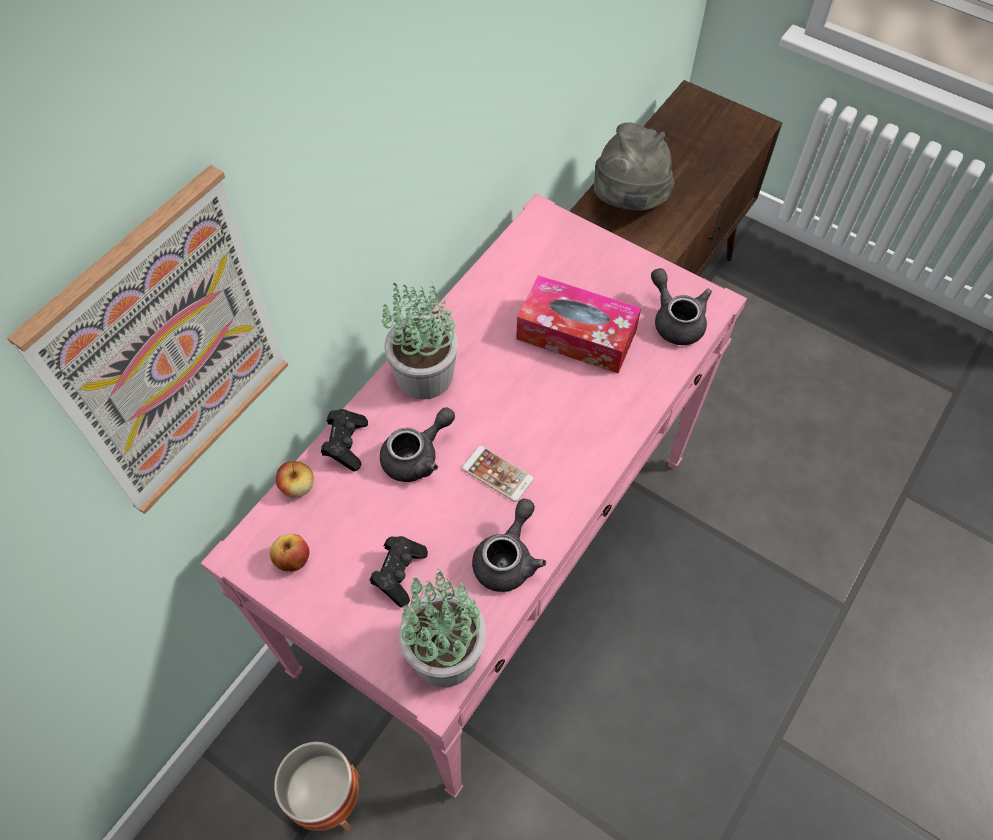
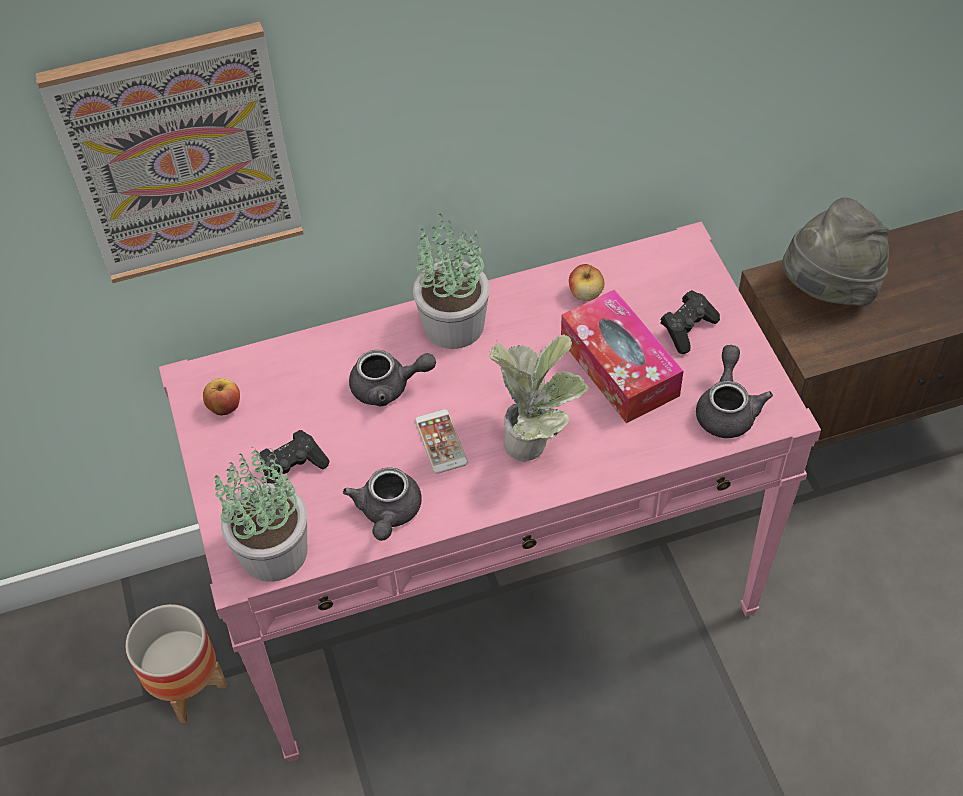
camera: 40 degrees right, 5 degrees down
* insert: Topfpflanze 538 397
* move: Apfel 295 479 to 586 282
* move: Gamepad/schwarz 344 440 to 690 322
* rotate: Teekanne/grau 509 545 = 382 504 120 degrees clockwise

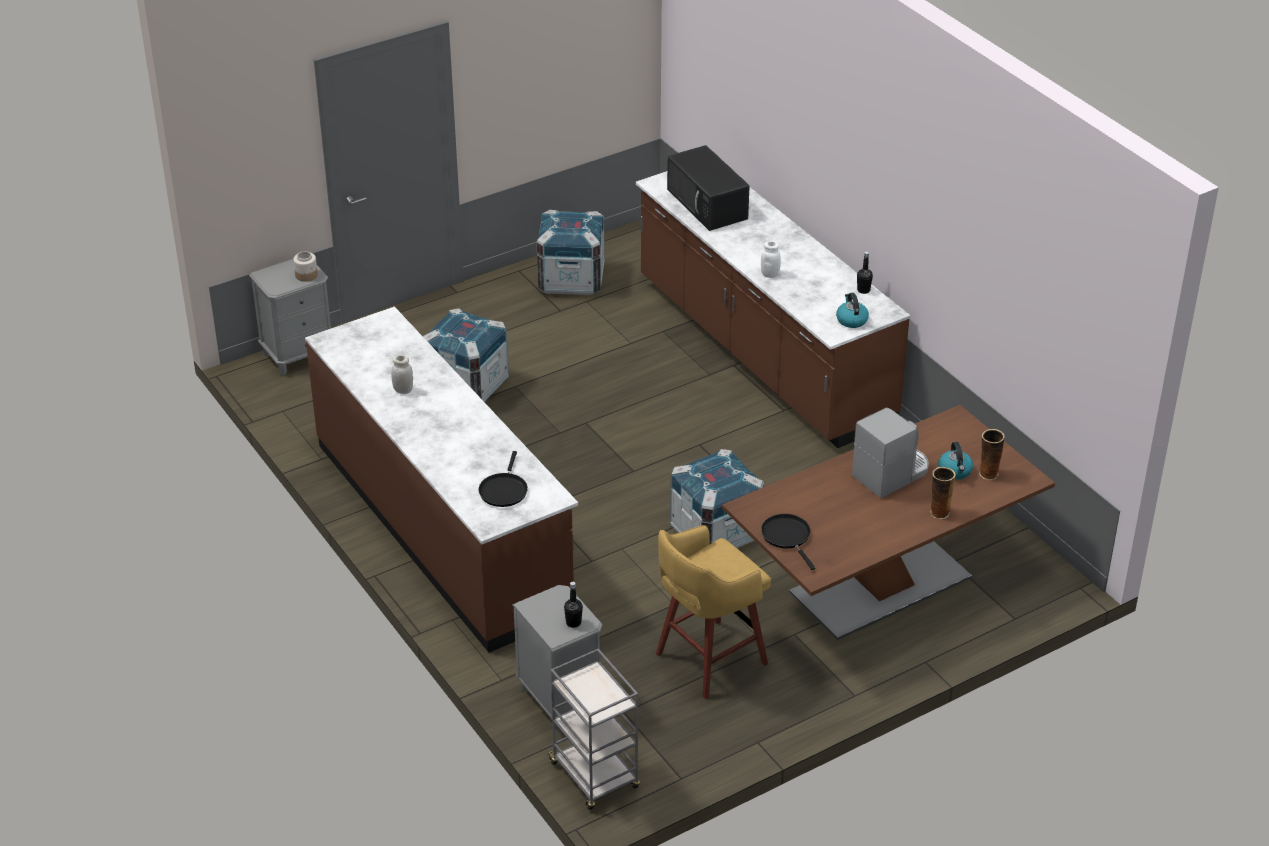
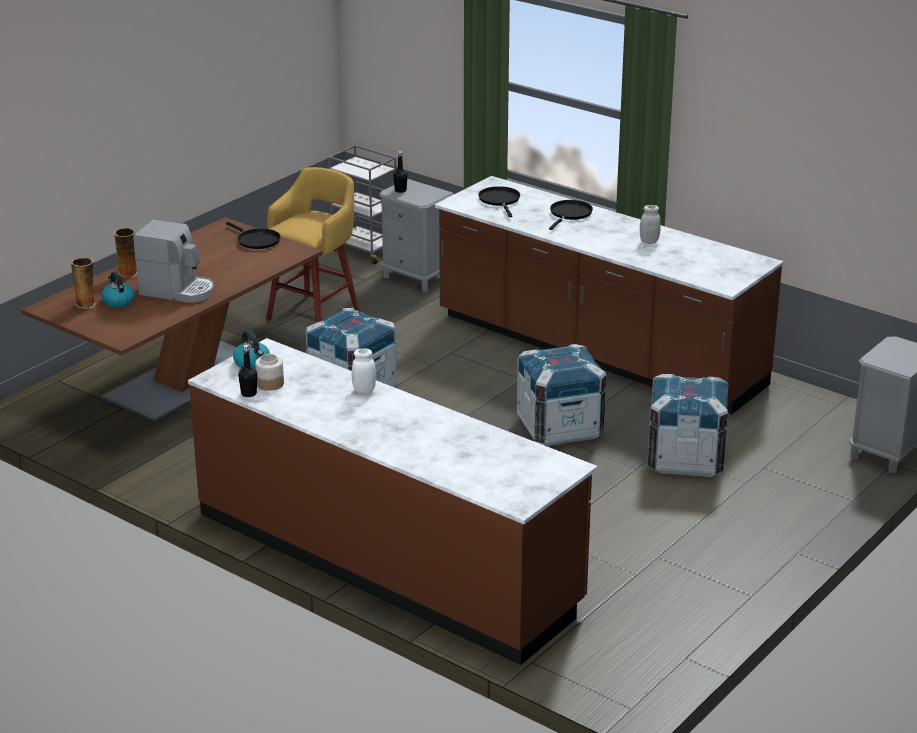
camera: 160 degrees right, 10 degrees down
* delete: Mikrowelle/schwarz 708 188
* insert: Pfanne/schwarz 571 215
* move: Vorratsglas 305 266 to 269 372
* move: Kiste 571 253 to 561 395
* rotate: Kaffeemaschine 890 453 = 173 261 105 degrees counterclockwise

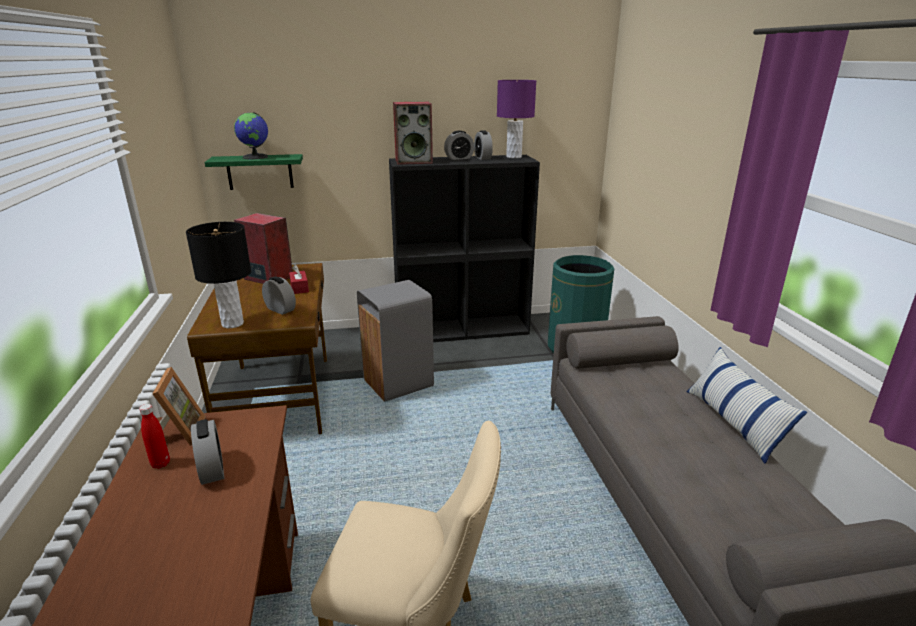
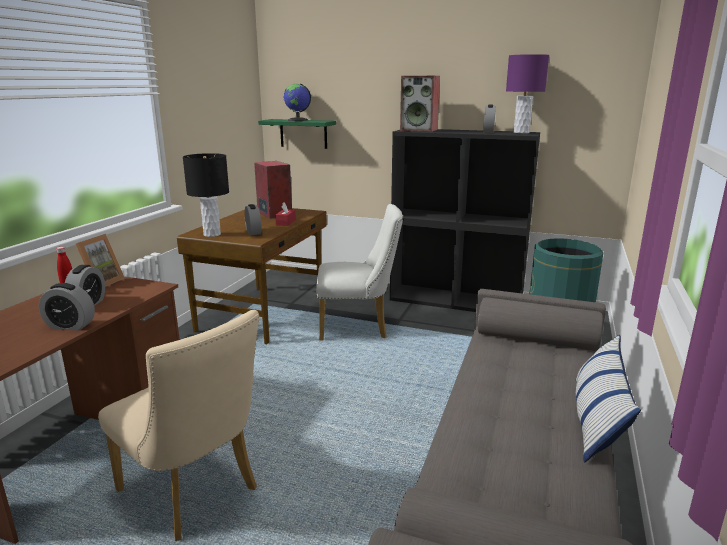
camera: 30 degrees right, 5 degrees down
* move: Wecker 459 145 to 67 306
* replace: Mülleimer/grau 395 341 to Stuhl/weiß 359 272

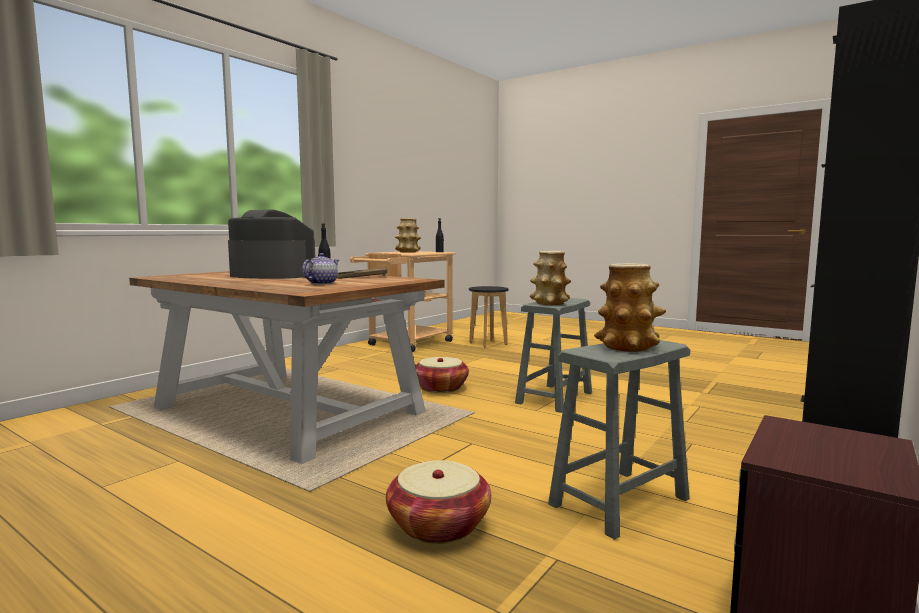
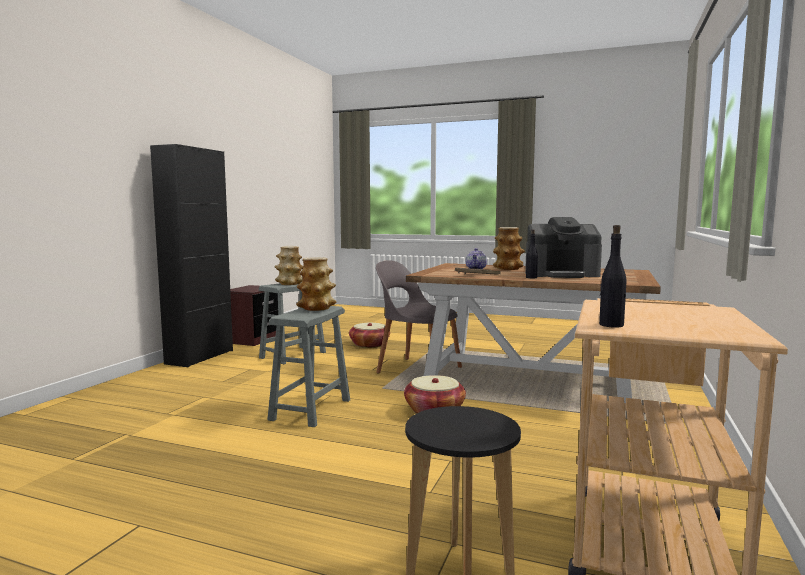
camera: 165 degrees right, 0 degrees up
* insert: Stuhl/grau 419 317
* move: Vase 408 235 to 509 248

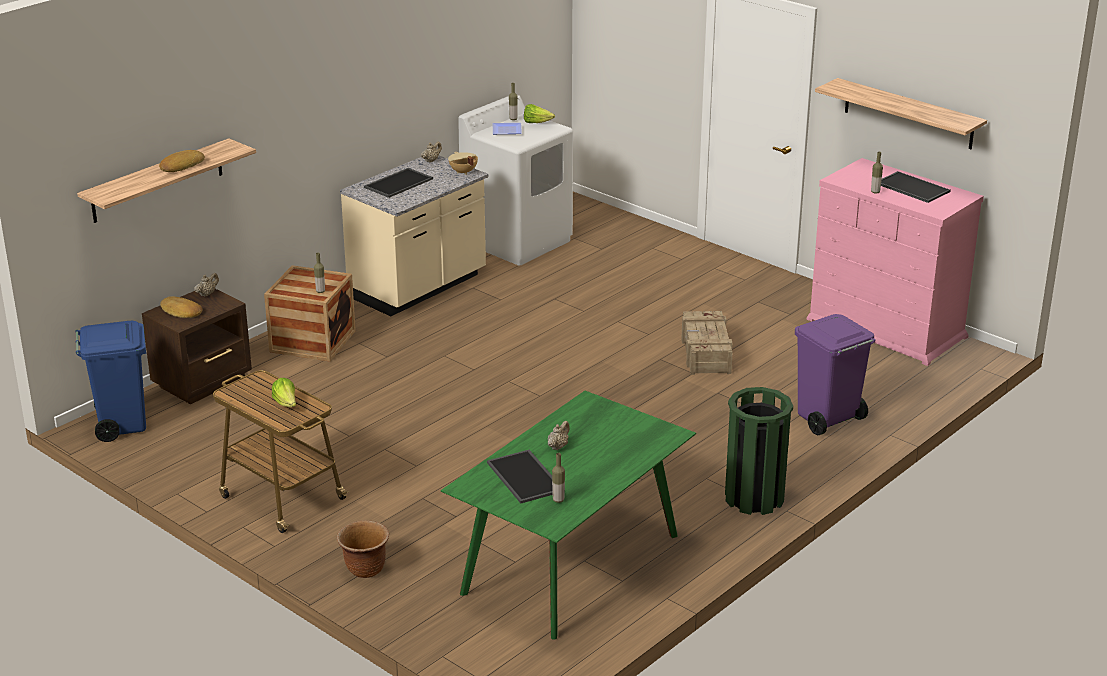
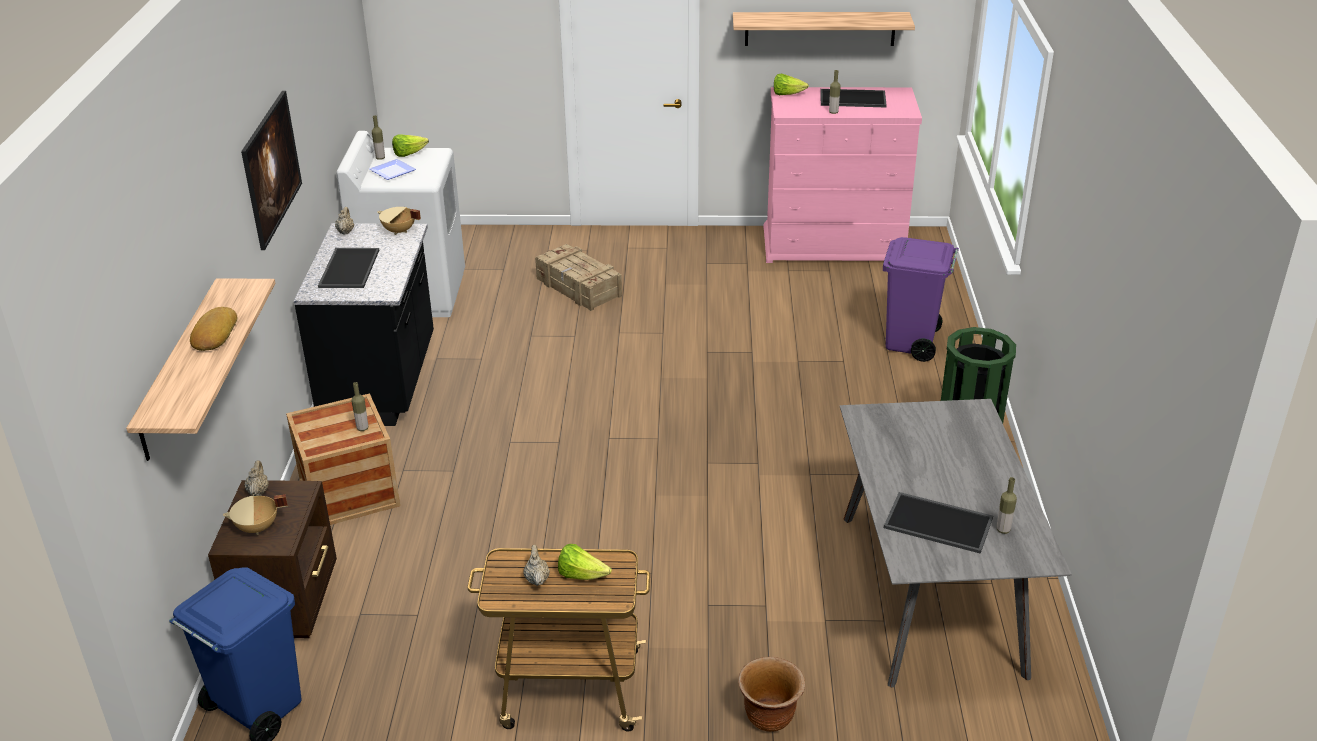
camera: 40 degrees left, 5 degrees up
* insert: Bild 271 170
* insert: Salatkopf 791 84
* move: Teekanne/beige 559 435 to 536 565
* move: Kiste 707 343 to 578 277
* replace: Brot 181 307 to Kochtopf/beige 255 514
* recolor: Küchenzeile/beige 414 235 to Küchenzeile/schwarz 364 324
* recolor: Esstisch/grün 568 515 to Esstisch/grau 956 543

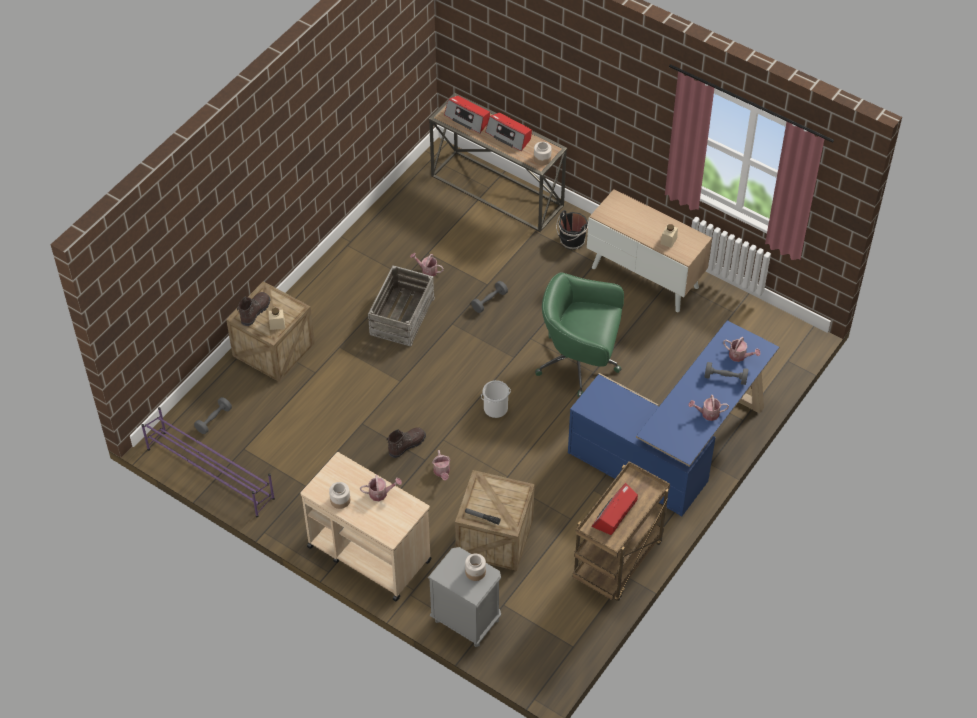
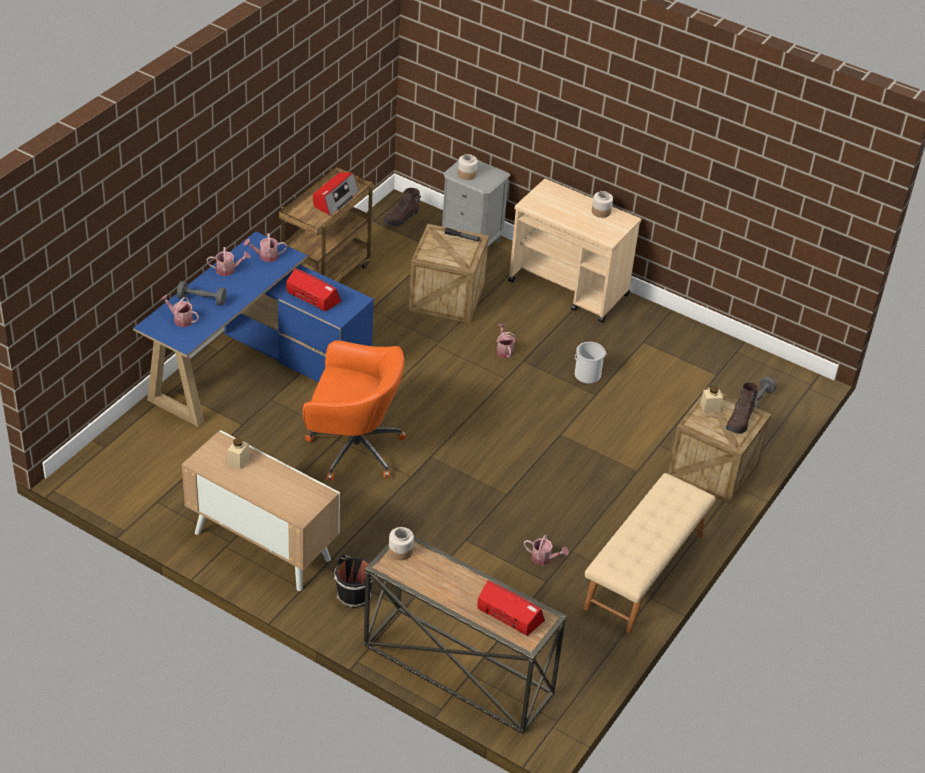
camera: 175 degrees right, 10 degrees down
* delete: Schuhregal/lila 208 462
* delete: Kiste 401 306
* delete: Hantel/grau 489 297
* insert: Bank/beige 650 553
* move: Gießkanne 381 488 to 265 247
* move: Stiefel/braun 406 442 to 402 207
* move: Eimer 496 399 to 590 363
* move: Radio 508 132 to 314 290
* recolor: Bürostuhl/grün 579 334 to Bürostuhl/orange 354 410

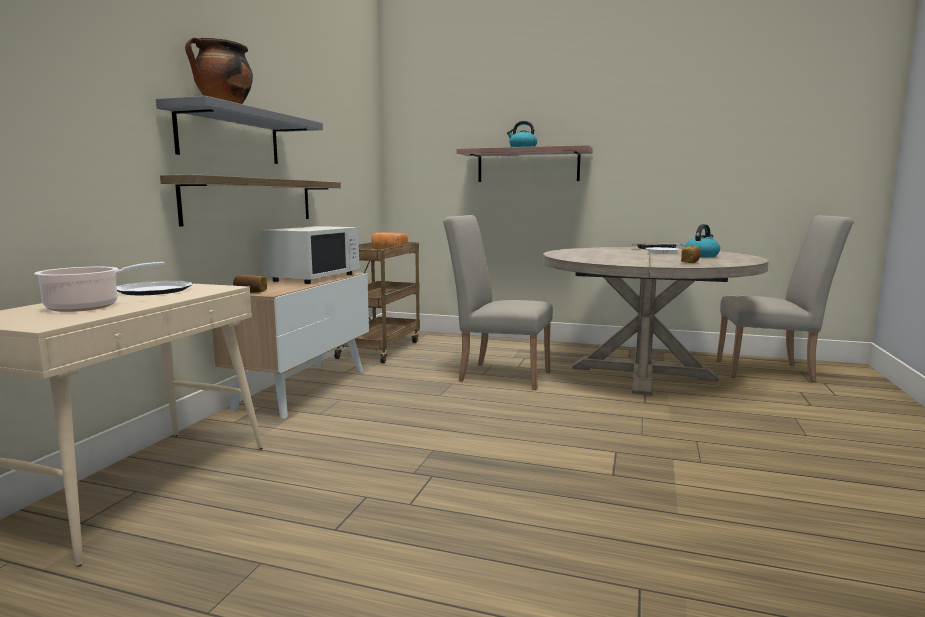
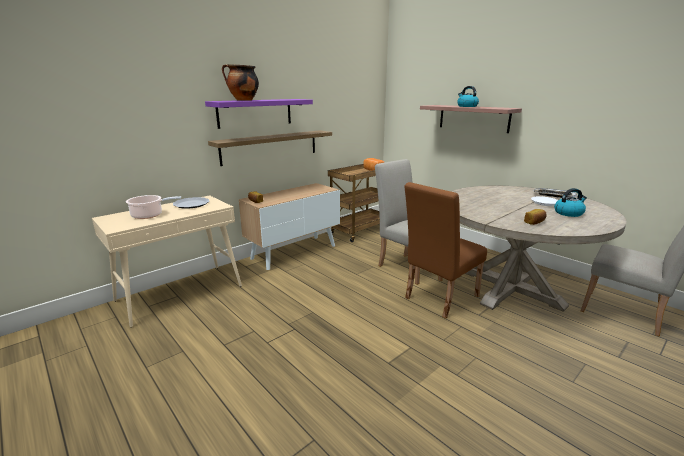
camera: 30 degrees right, 10 degrees up
* delete: Mikrowelle/weiß 310 255
* insert: Stuhl/braun 445 250
* recolor: Wandregal/grau 239 130 to Wandregal/lila 259 114

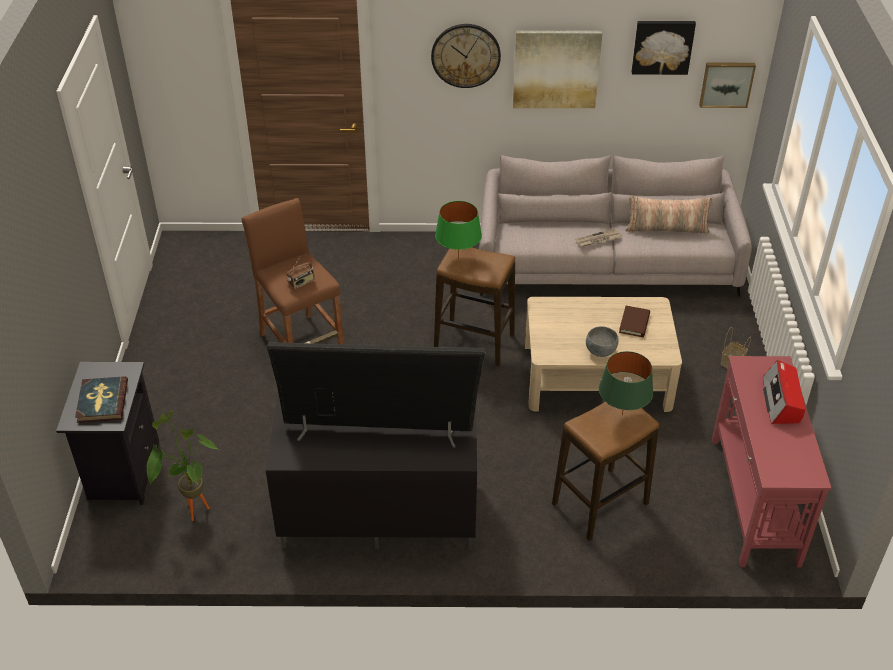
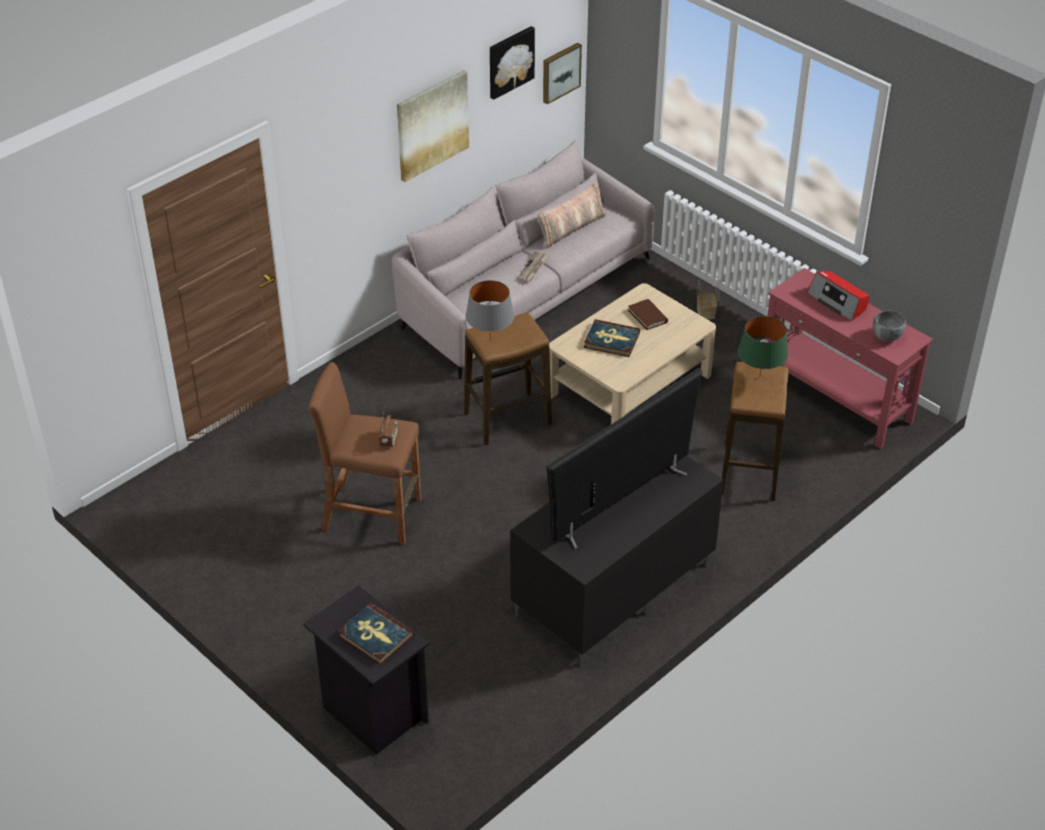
camera: 45 degrees left, 0 degrees up
* delete: Topfpflanze 183 466
* delete: Wanduhr 466 56
* insert: Buch 612 338
* move: Schüssel/grau 602 341 to 889 326
* recolor: Tischlampe/grün 458 230 to Tischlampe/grau 489 310

